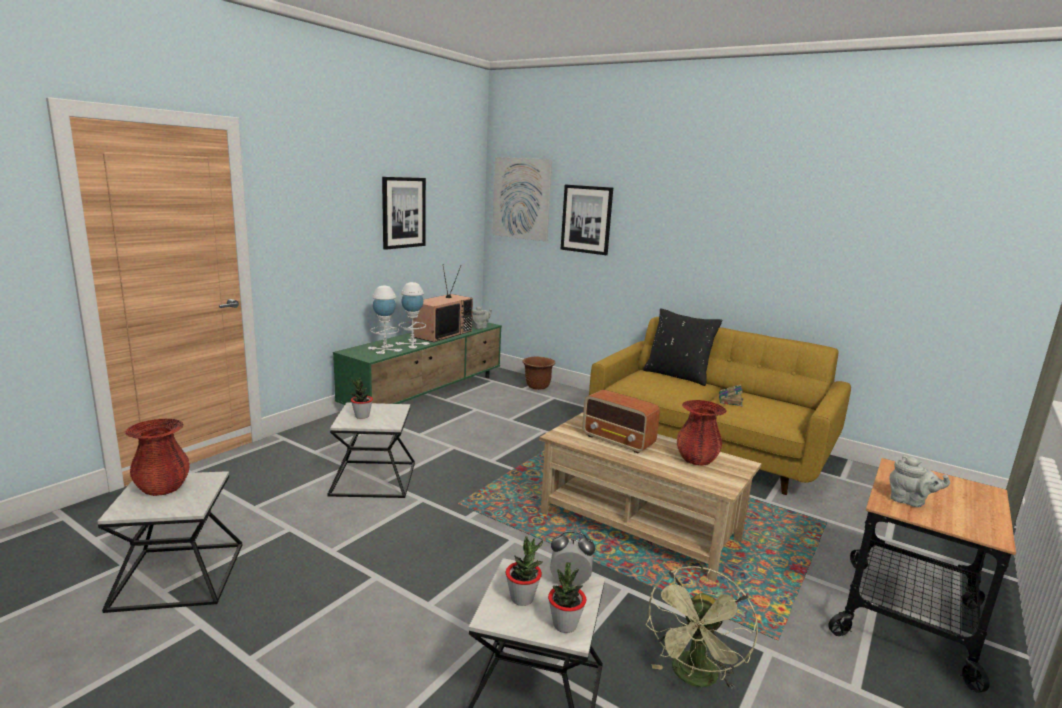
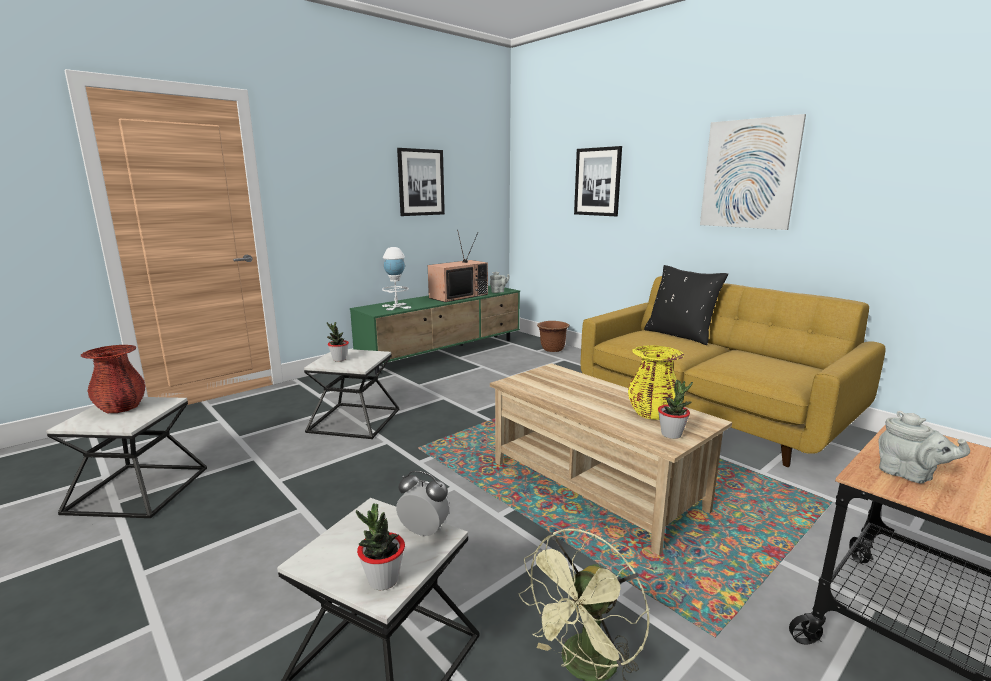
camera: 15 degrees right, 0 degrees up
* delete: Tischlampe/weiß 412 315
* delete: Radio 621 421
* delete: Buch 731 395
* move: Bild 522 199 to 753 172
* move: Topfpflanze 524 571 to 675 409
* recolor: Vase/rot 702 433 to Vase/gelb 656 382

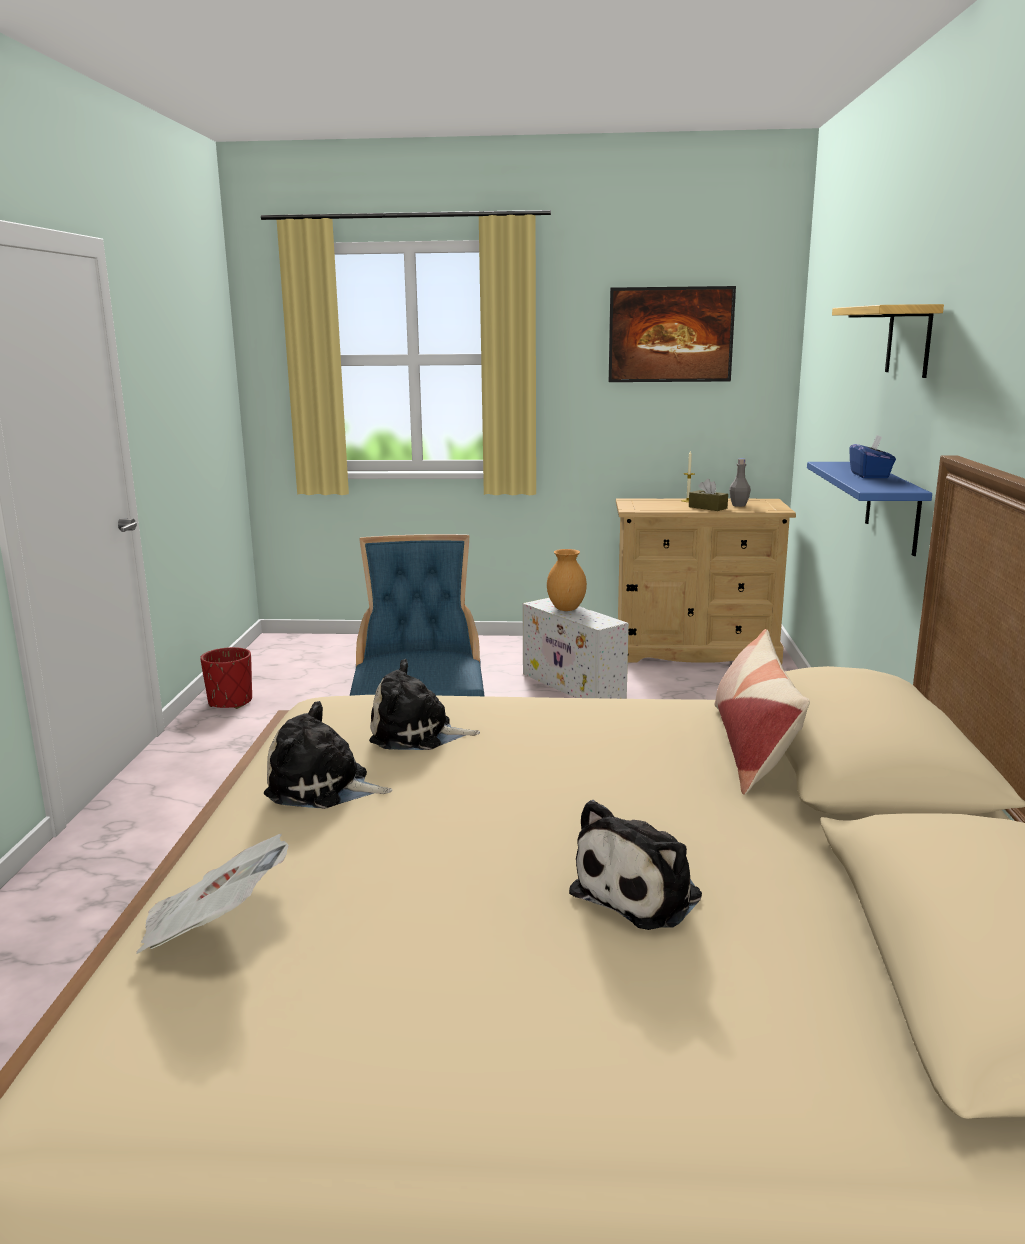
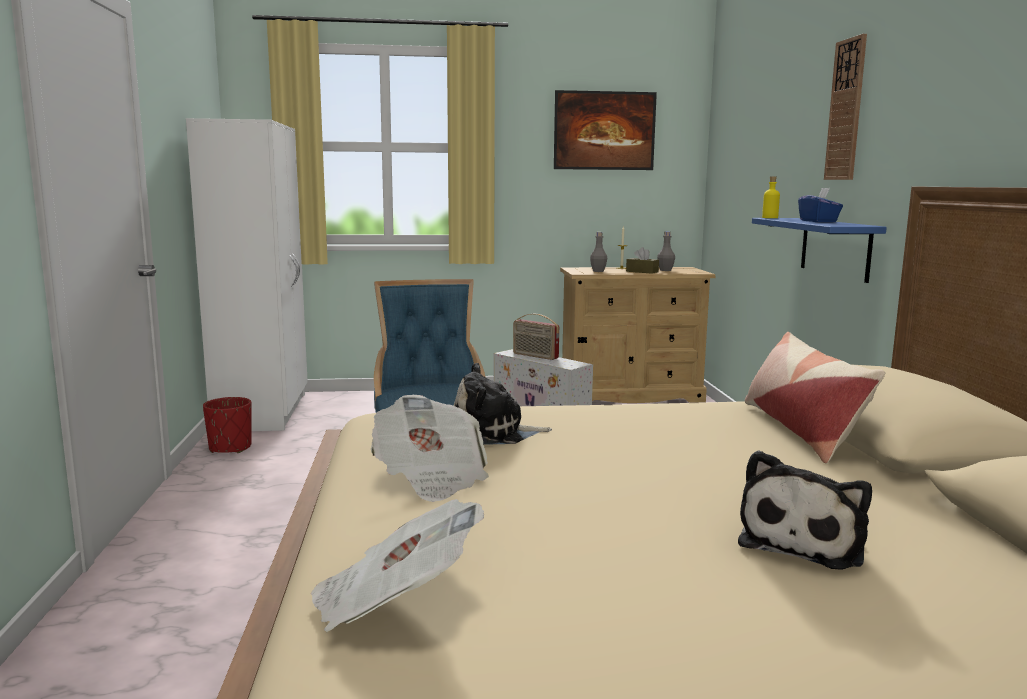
camera: 10 degrees left, 5 degrees down
* insert: Kleiderschrank/weiß 247 274
* insert: Flasche/grau 598 252
* insert: Flasche/gelb 771 197
* replace: Plüschtier 328 755 to Zeitung 429 448
* replace: Vase/braun 567 580 to Radio 536 337
* replace: Wandregal 888 341 to Wanduhr 845 107

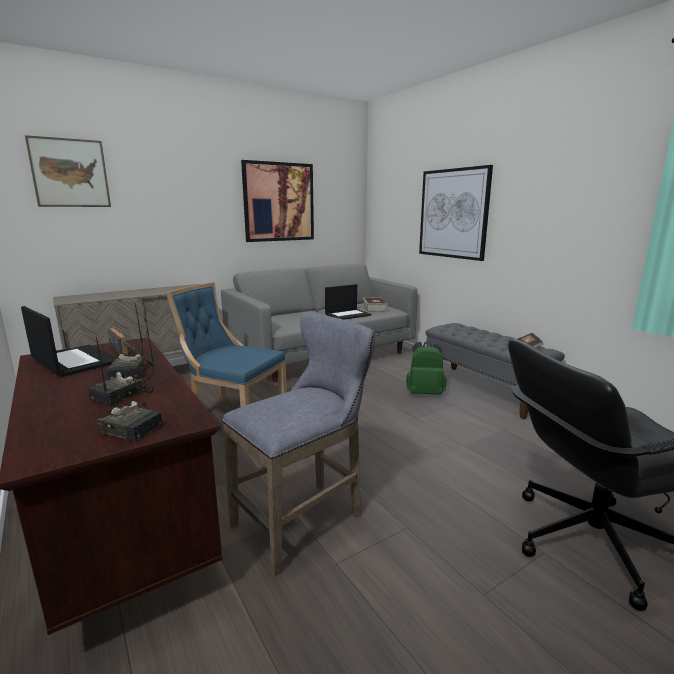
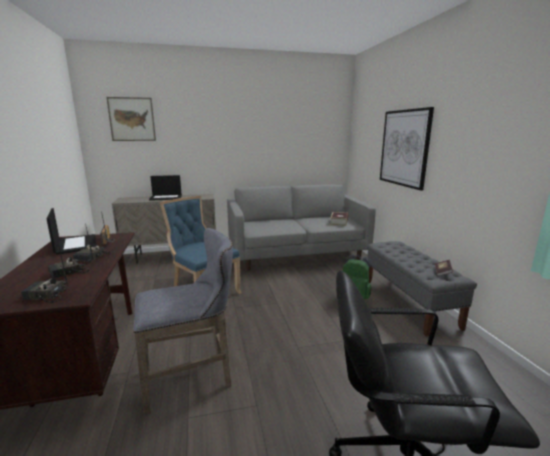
camera: 20 degrees right, 0 degrees up
* delete: Bild 277 201
* move: Laptop 348 302 to 165 188
* rotate: Radio 129 389 = 44 273 135 degrees clockwise

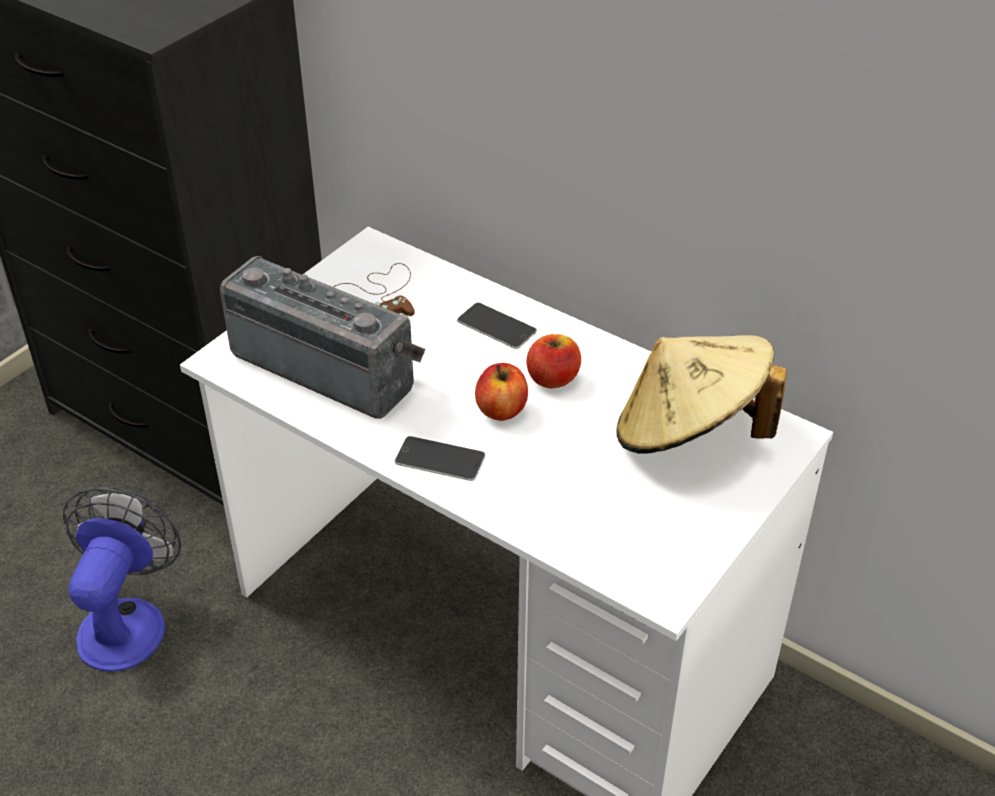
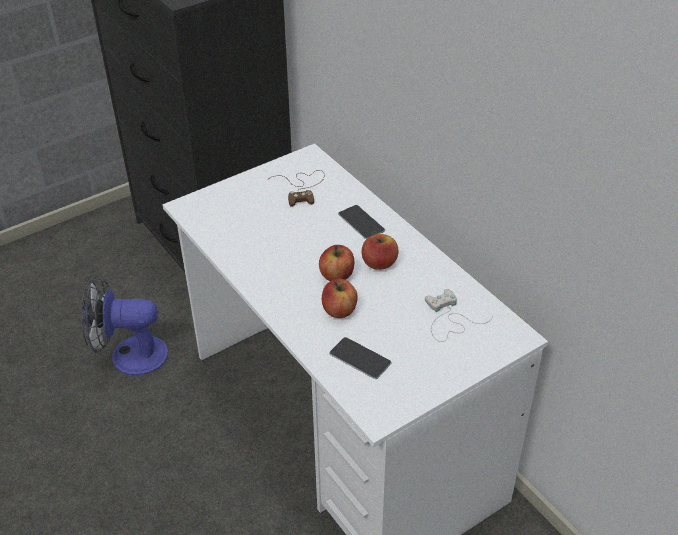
camera: 20 degrees right, 0 degrees up
* delete: Radio 322 337
* insert: Apfel 340 298
* move: Handy 440 458 to 360 358
* replace: Hut/beige 701 394 to Gamepad/weiß 459 315
* rotate: Ventilator 122 579 = 124 325 120 degrees counterclockwise

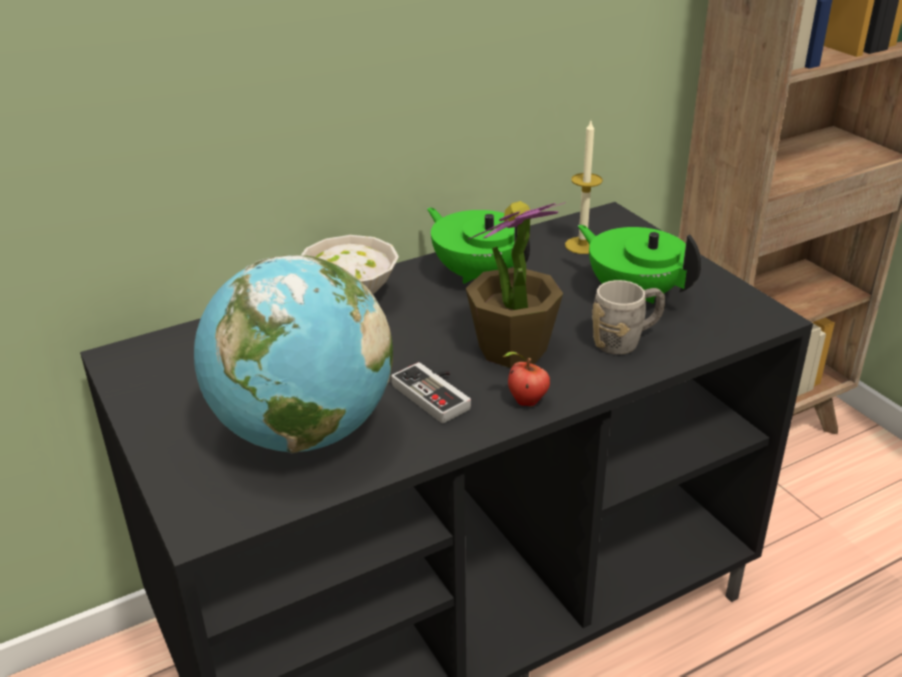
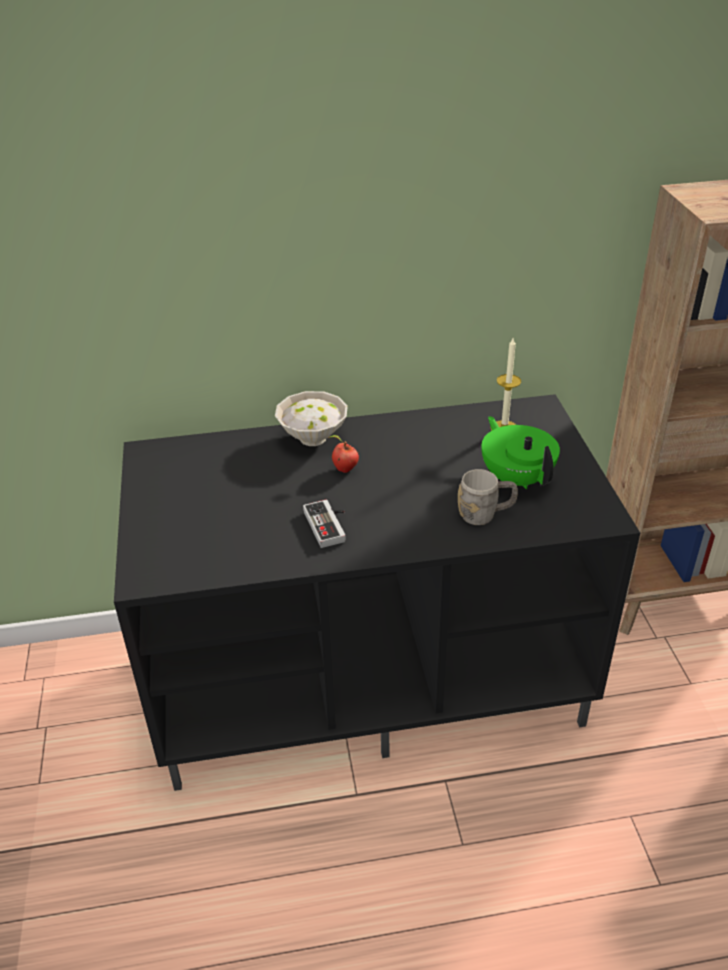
camera: 20 degrees right, 5 degrees up
* delete: Globus 293 354
* delete: Teekanne/grün 478 245
* delete: Topfpflanze 516 284
* move: Apfel 526 379 to 344 454

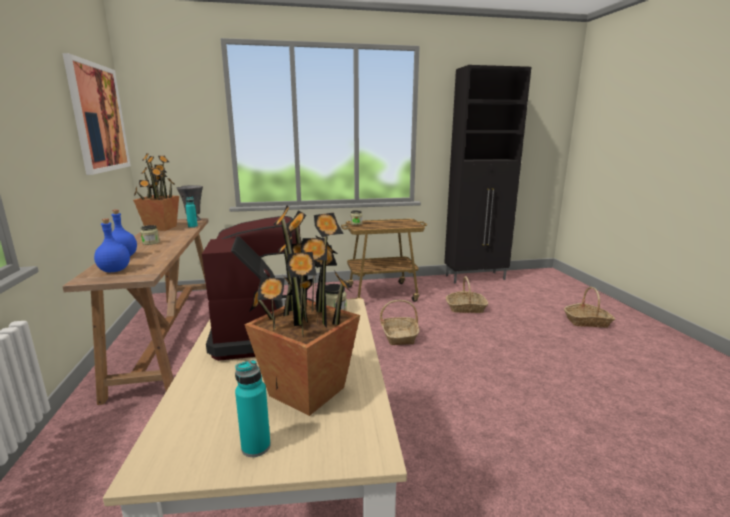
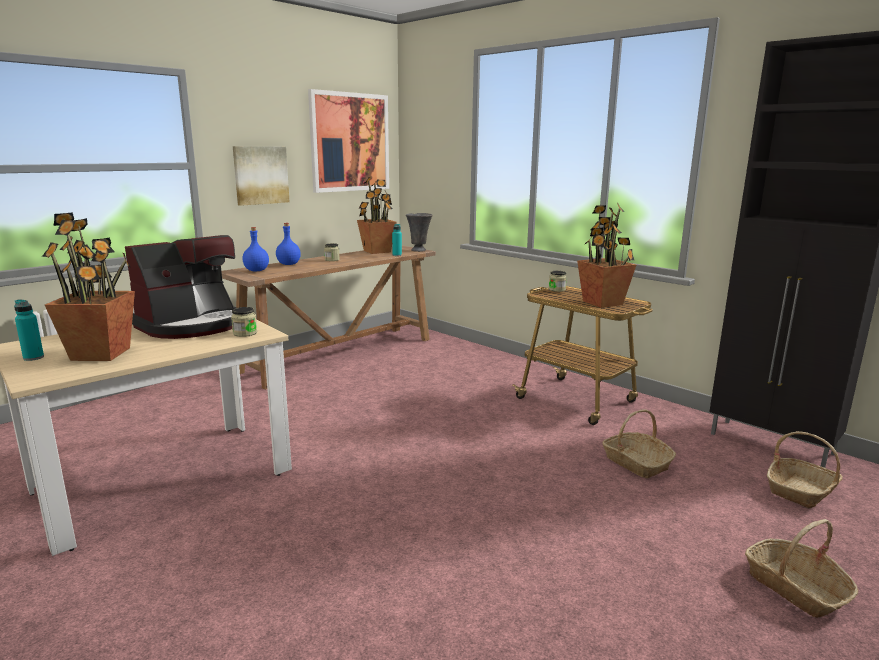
camera: 55 degrees right, 0 degrees up
* insert: Bild 261 176
* insert: Topfpflanze 606 255
* move: Korb 399 322 to 805 469

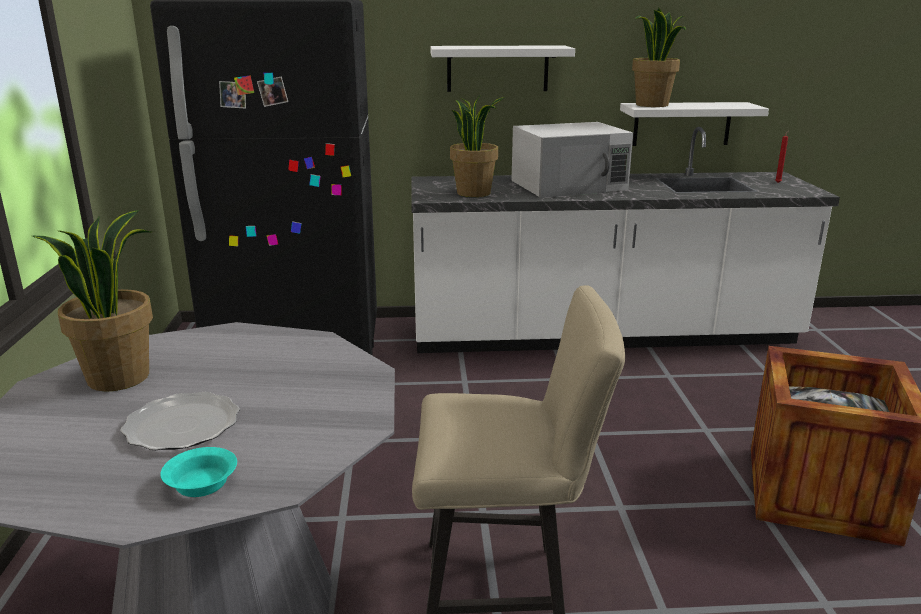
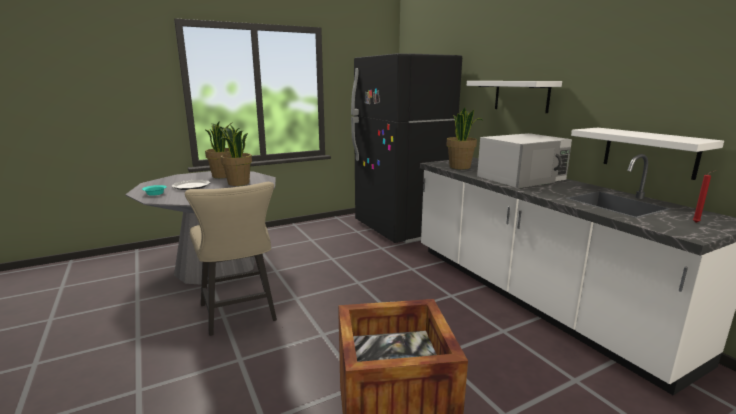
camera: 65 degrees right, 5 degrees down
* move: Topfpflanze 659 57 to 234 155
* rotate: Mikrowelle/weiß 572 160 = 524 160 75 degrees counterclockwise

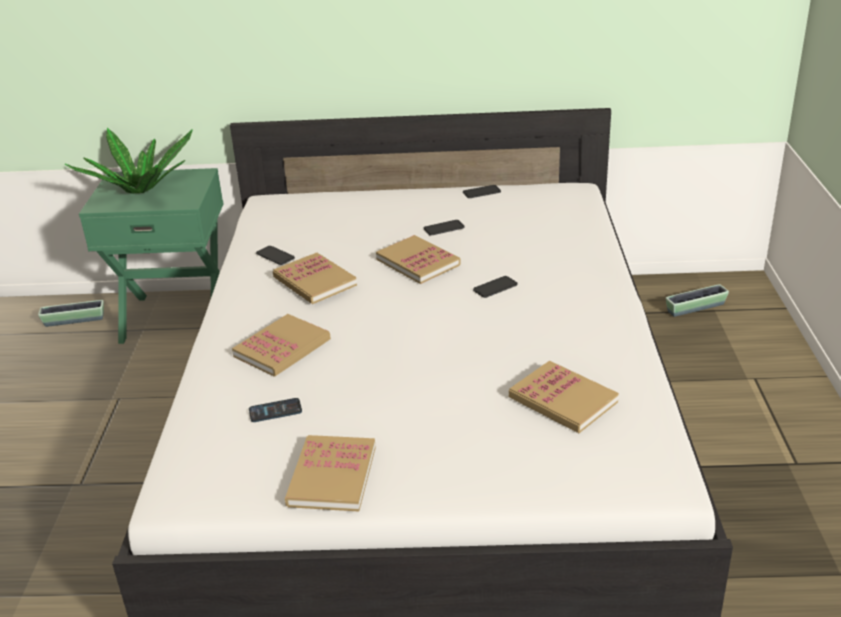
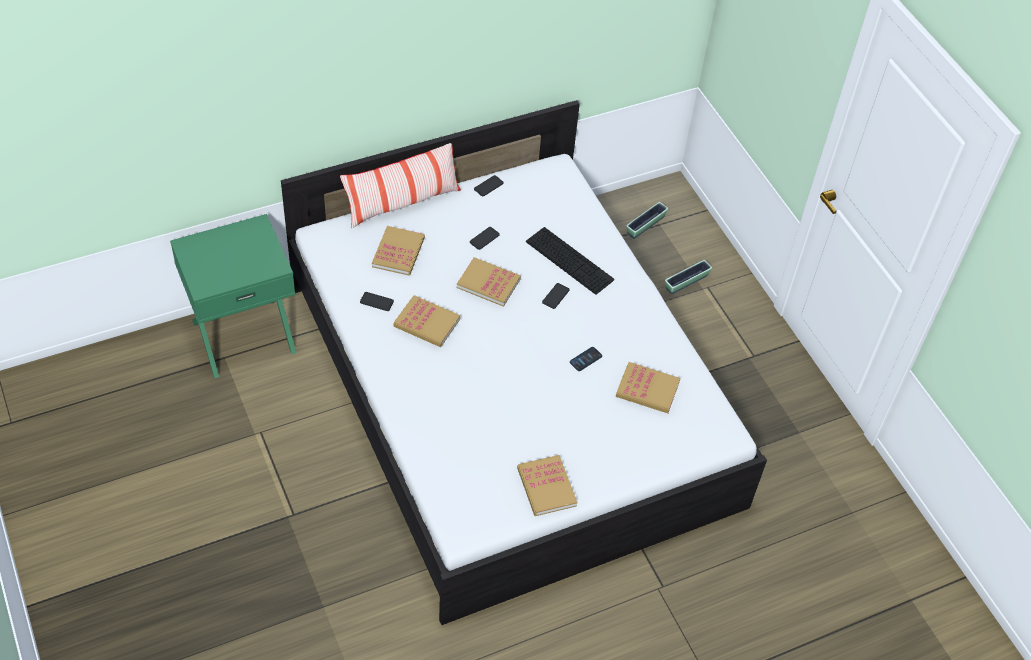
camera: 30 degrees left, 20 degrees up
* delete: Topfpflanze 129 161
* insert: Kissen 400 186
* insert: Tastatur 570 261
* move: Pflanzkübel 71 313 to 688 277
* move: Buch 281 345 to 398 250
* move: Handy 275 410 to 586 359

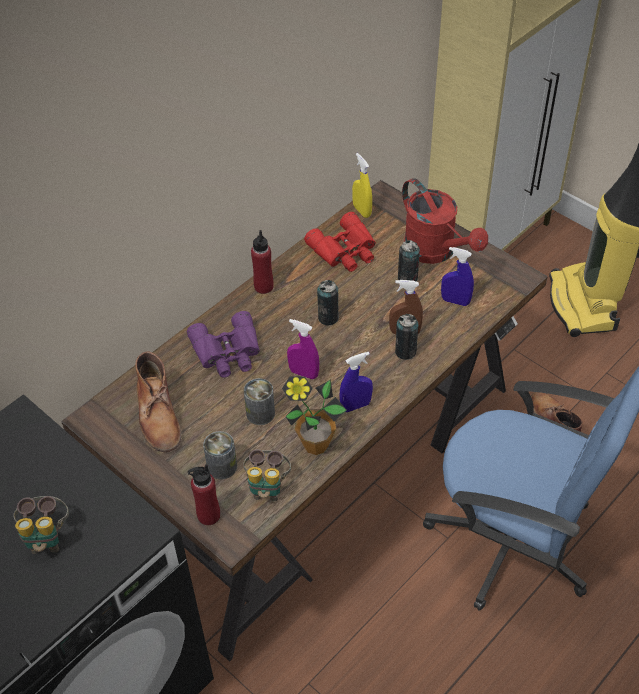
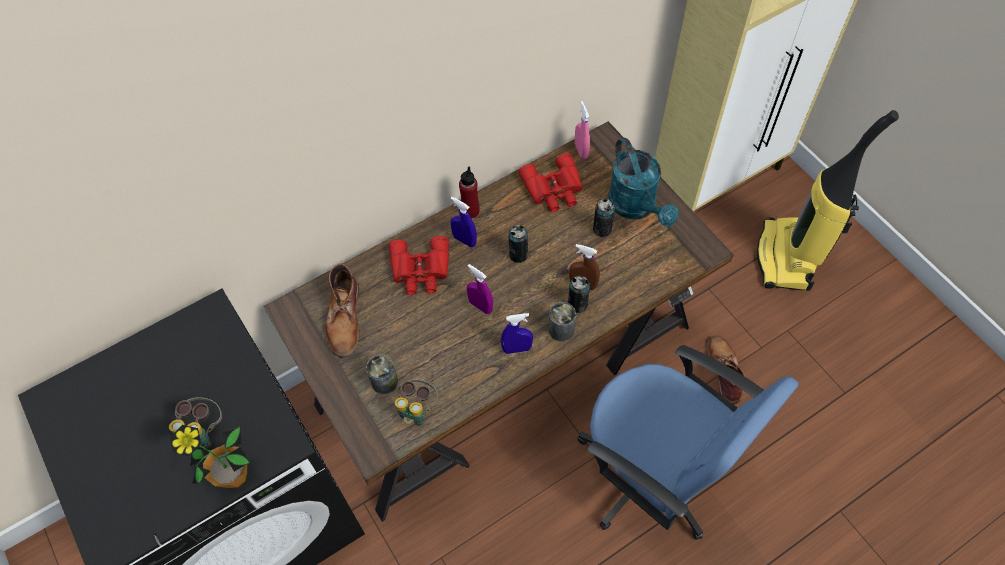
camera: 15 degrees right, 10 degrees up
* delete: Flasche/rot 204 494
* move: Dose 259 401 to 562 322
* move: Topfpflanze 314 415 to 210 456
* move: Sprühflasche/blau 457 276 to 463 222
* recolor: Fernglas/lila 223 344 to Fernglas/rot 419 265
* recolor: Sprühflasche/gelb 362 185 to Sprühflasche/rosa 582 130
* recolor: Gießkanne/rot 445 221 to Gießkanne/türkis 643 182

